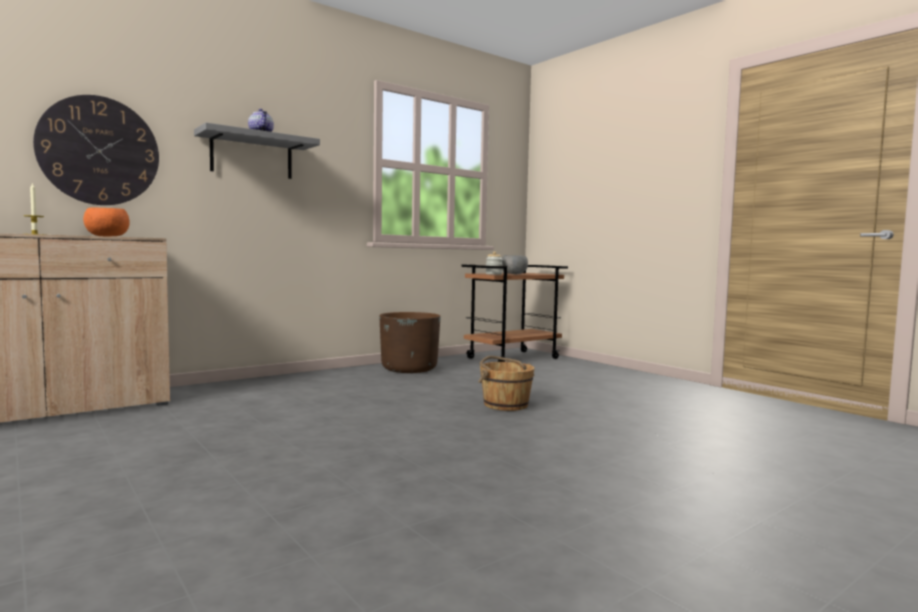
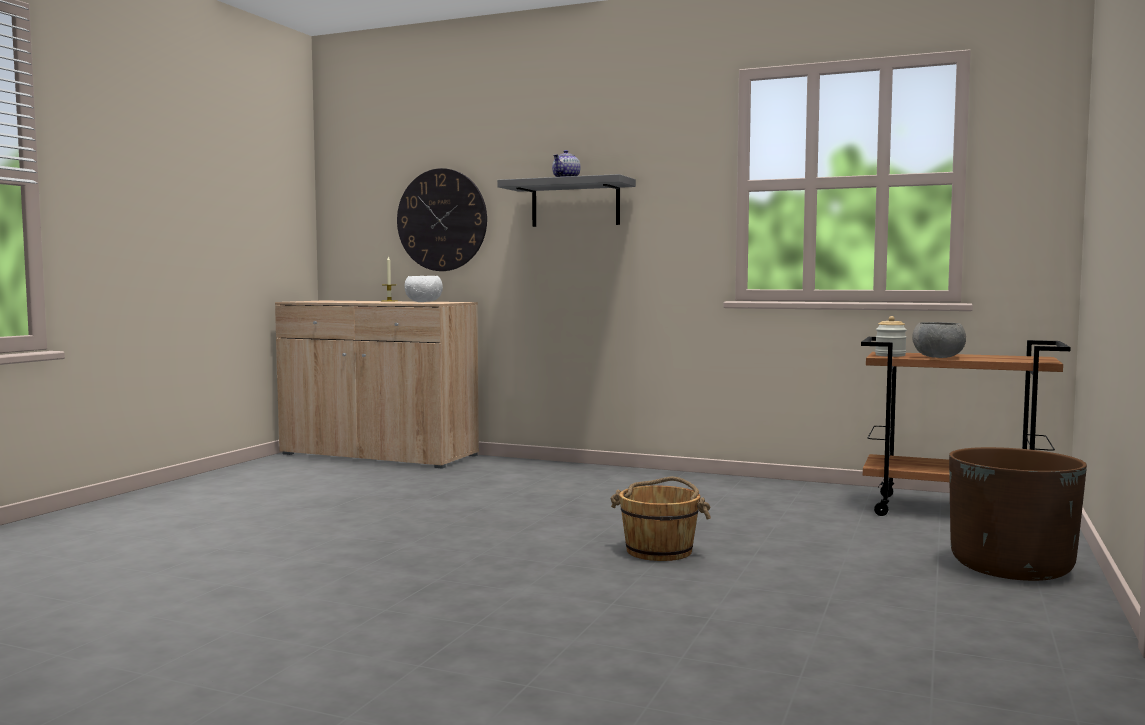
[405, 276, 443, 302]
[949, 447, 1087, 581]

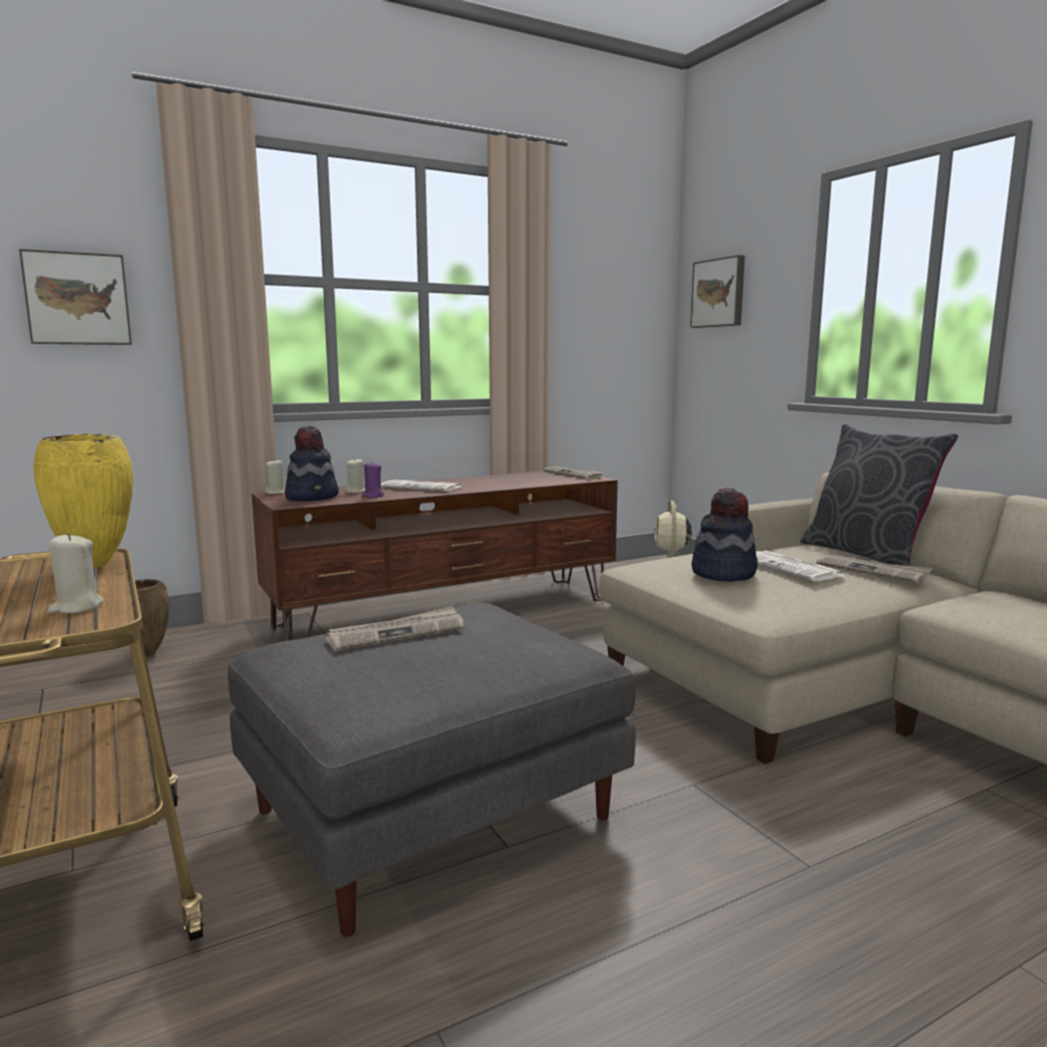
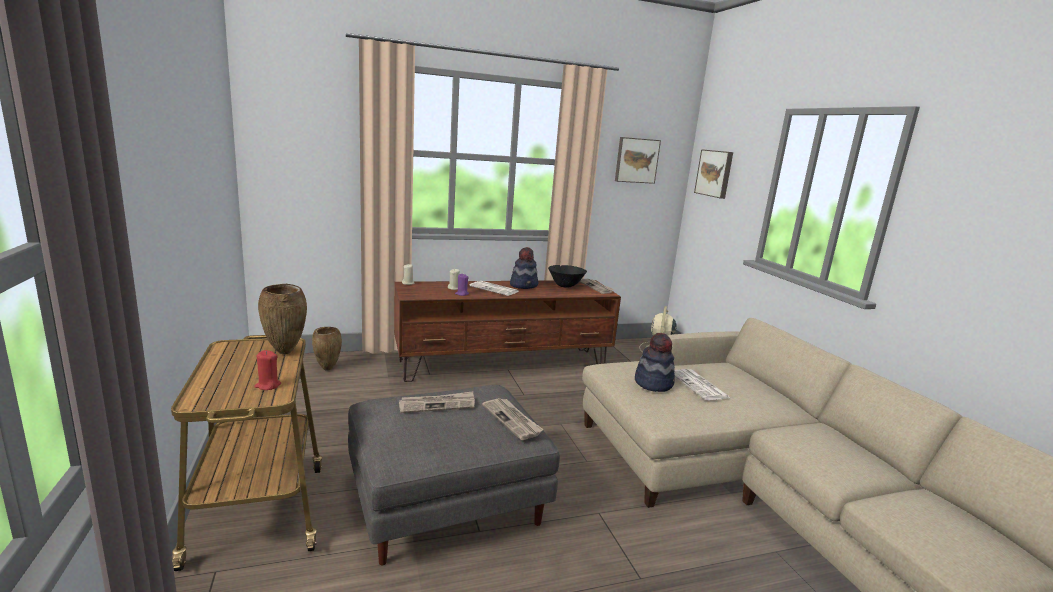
[254, 350, 281, 390]
[258, 284, 307, 354]
[482, 398, 544, 440]
[510, 247, 538, 289]
[548, 265, 587, 288]
[615, 137, 661, 184]
[801, 424, 958, 566] (first image)

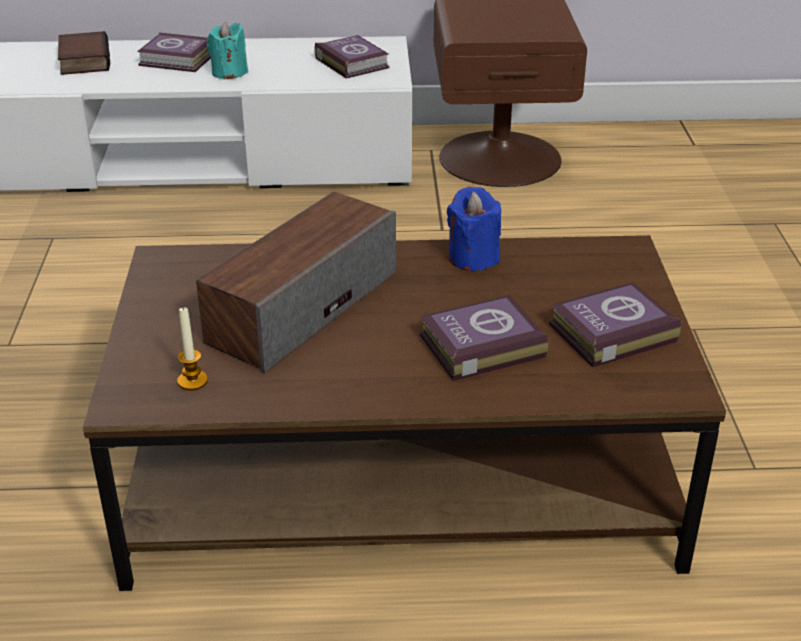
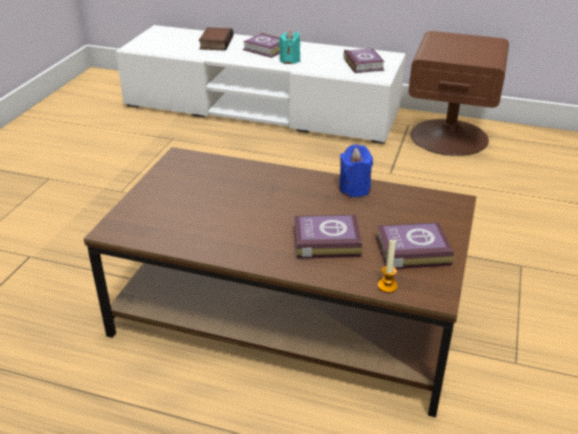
[378, 239, 398, 293]
[196, 192, 396, 373] (first image)

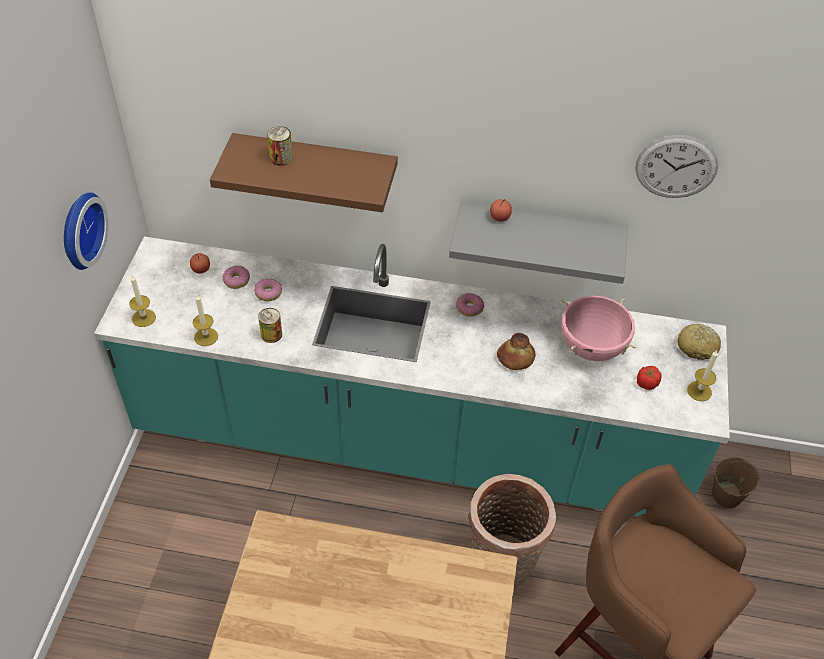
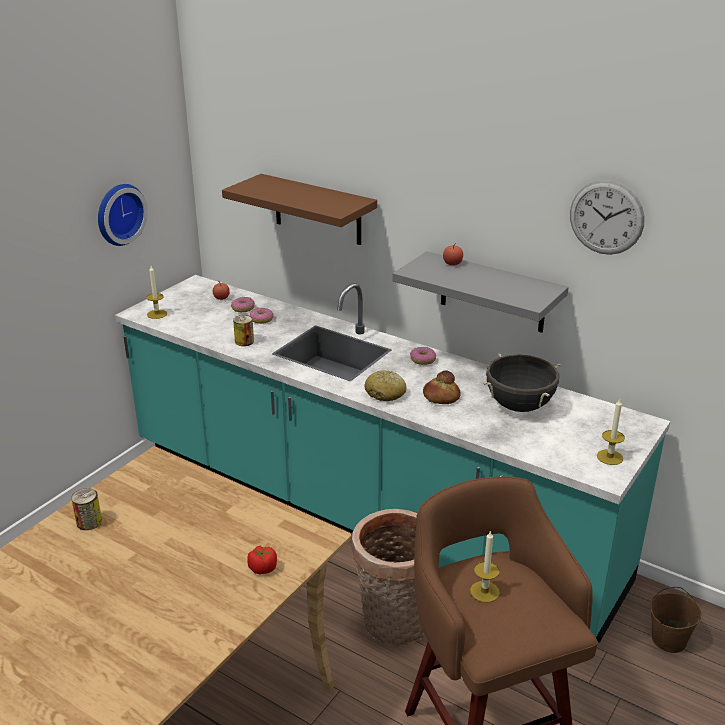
[71, 488, 102, 530]
[247, 546, 277, 574]
[365, 370, 406, 401]
[470, 530, 500, 603]
[483, 353, 561, 412]

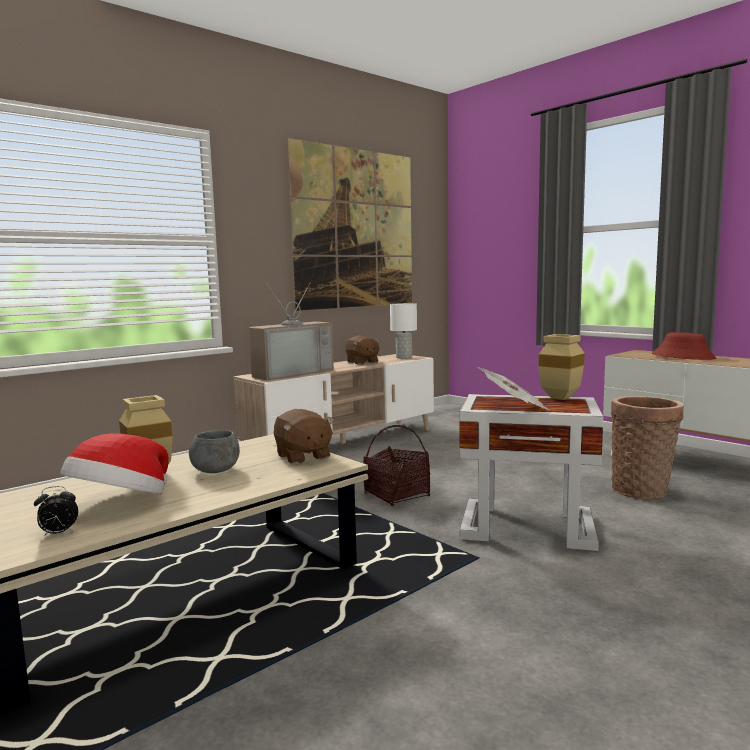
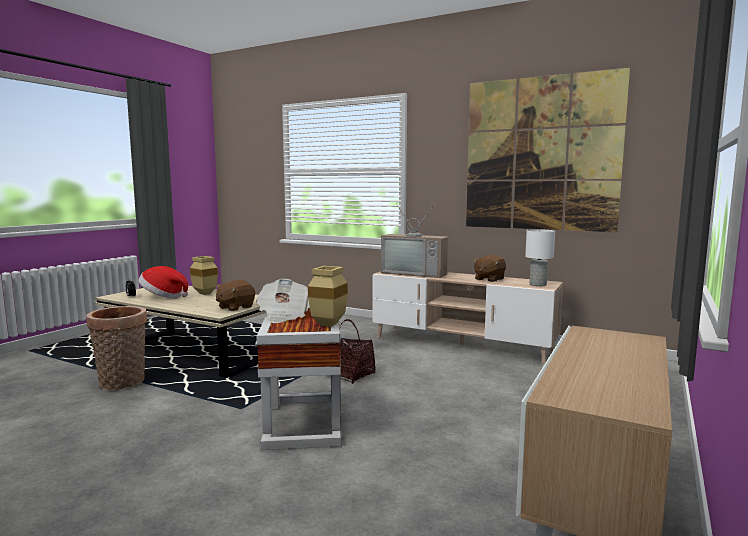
[87, 306, 147, 390]
[189, 430, 240, 473] (first image)
[652, 332, 716, 360] (first image)

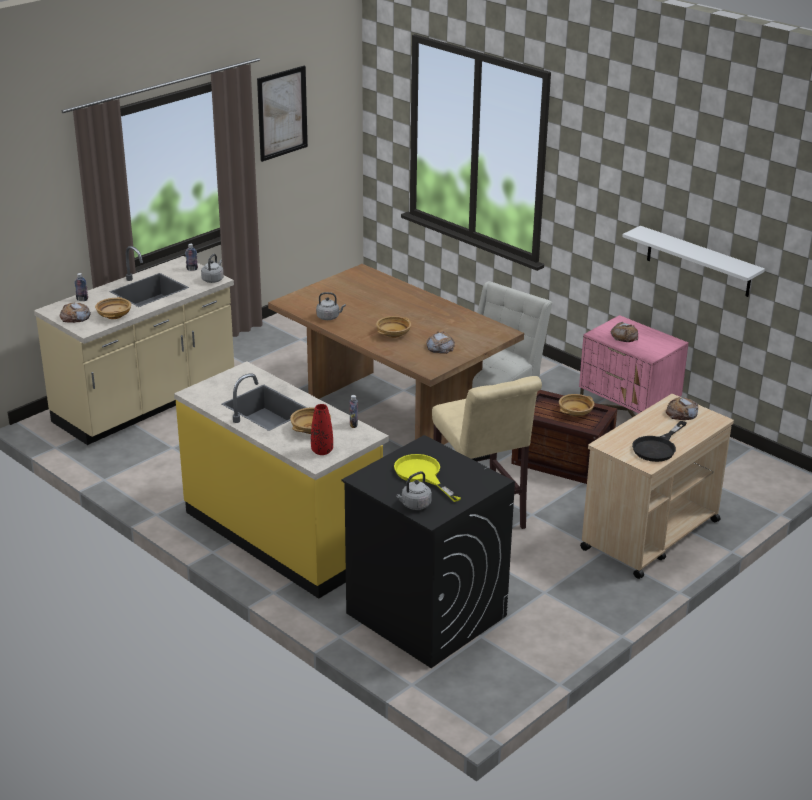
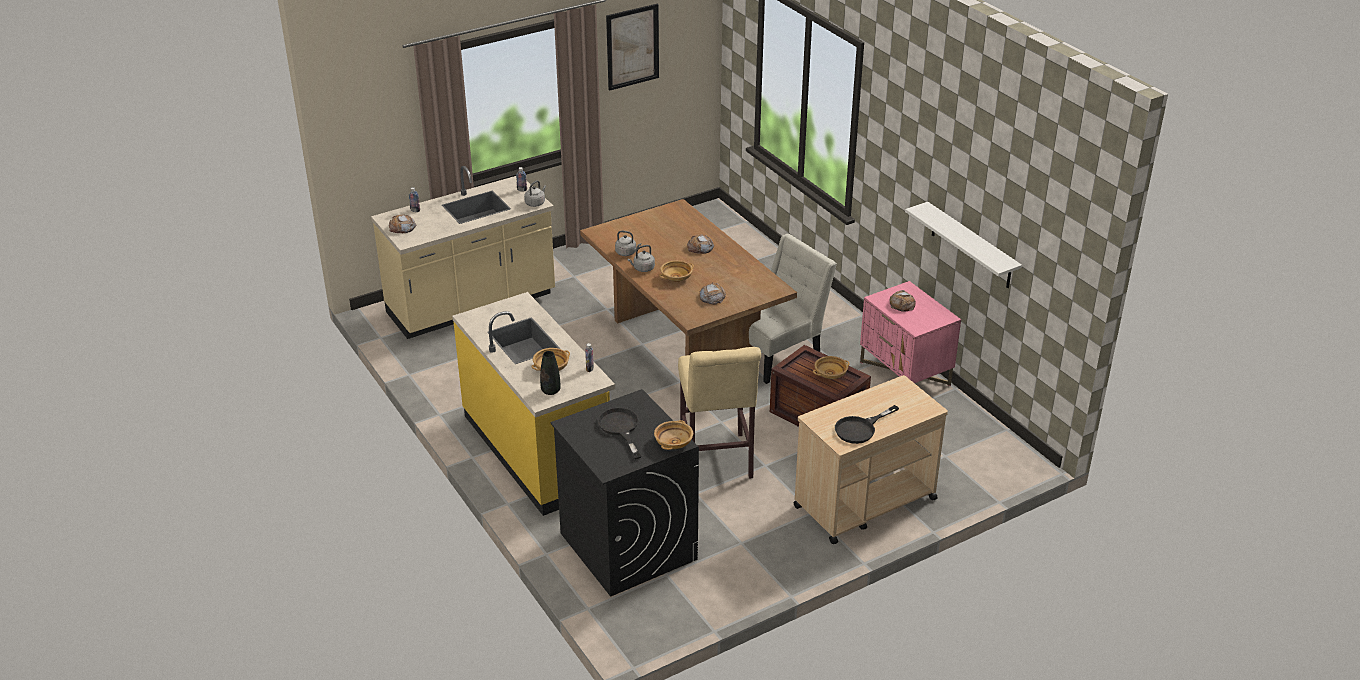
[540, 351, 561, 395]
[598, 407, 641, 459]
[627, 245, 655, 272]
[654, 420, 693, 450]
[687, 234, 714, 254]

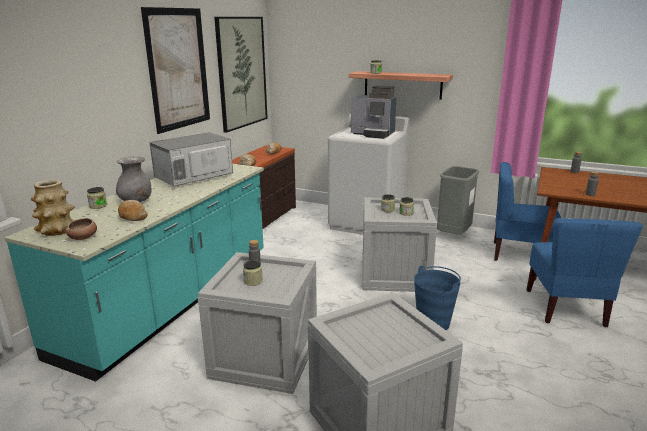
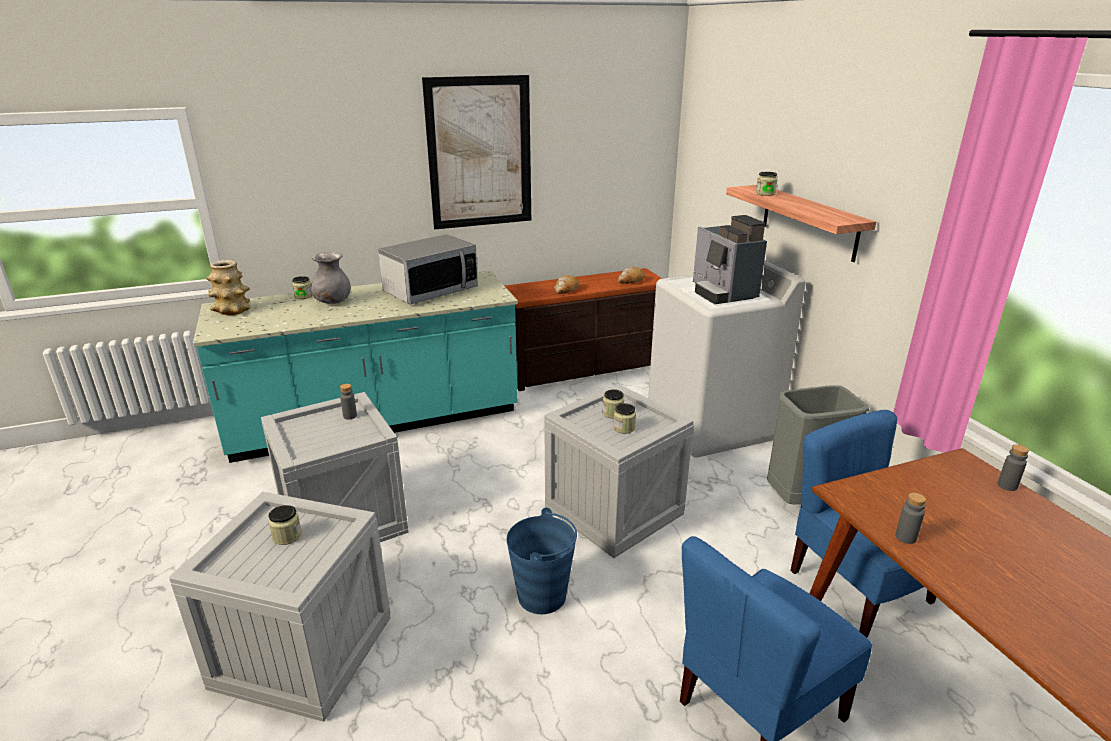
[268, 505, 302, 545]
[378, 234, 478, 304]
[65, 218, 97, 240] (first image)
[118, 200, 148, 221] (first image)
[214, 17, 268, 133] (first image)

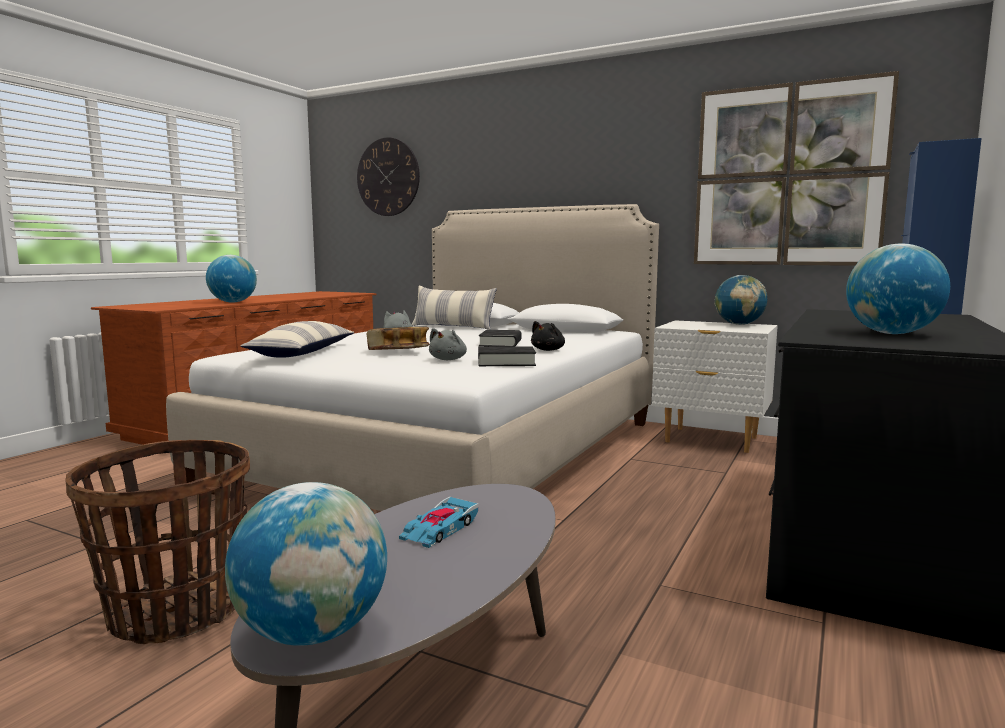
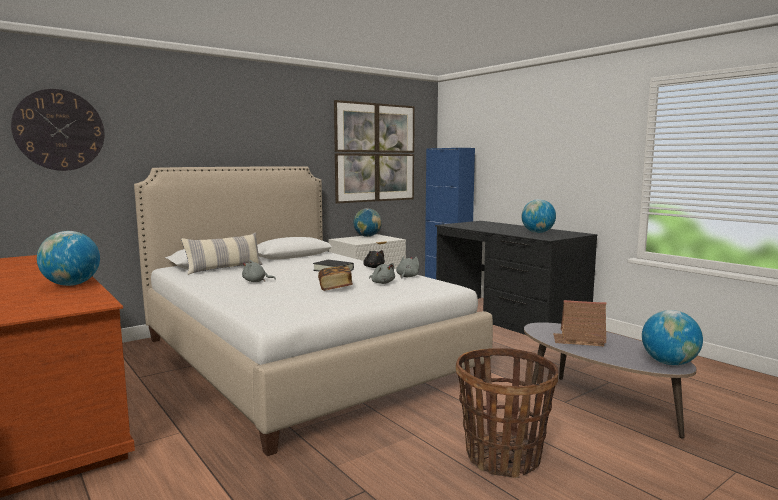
[396, 256, 419, 279]
[553, 300, 606, 347]
[241, 321, 354, 358] (first image)

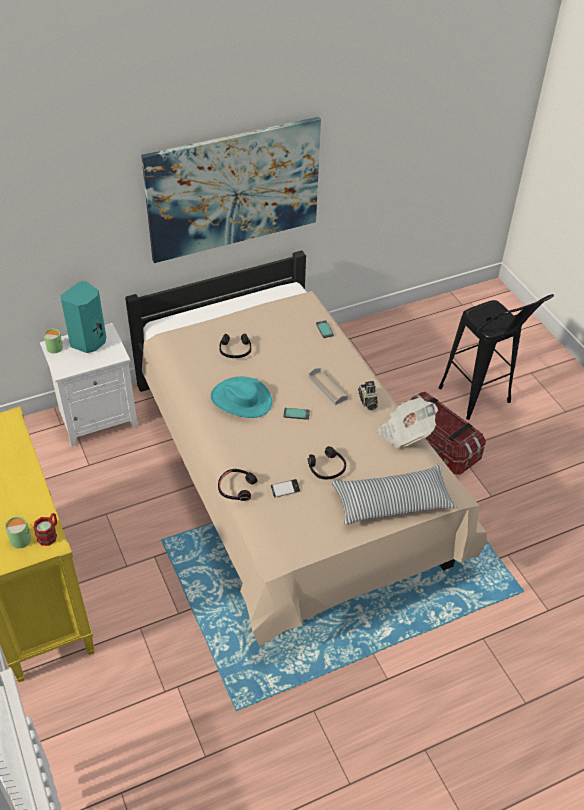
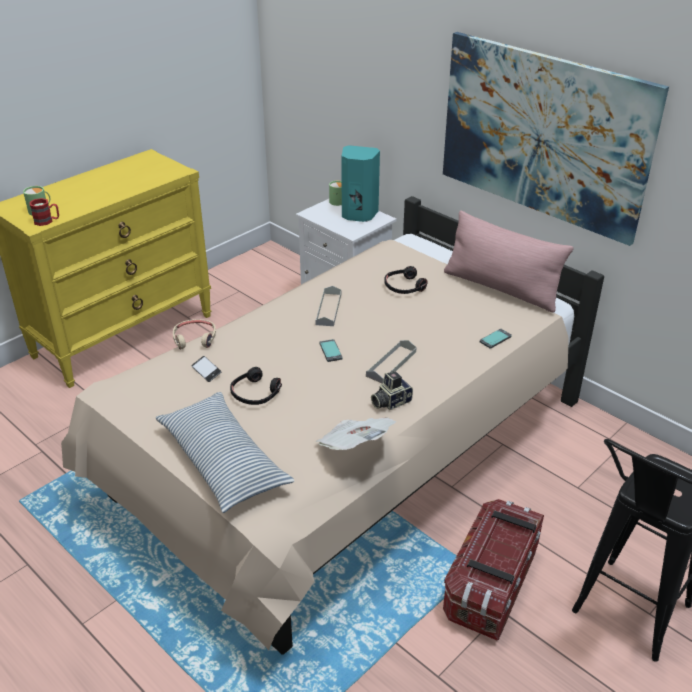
[173, 319, 216, 350]
[315, 286, 341, 326]
[444, 210, 574, 313]

